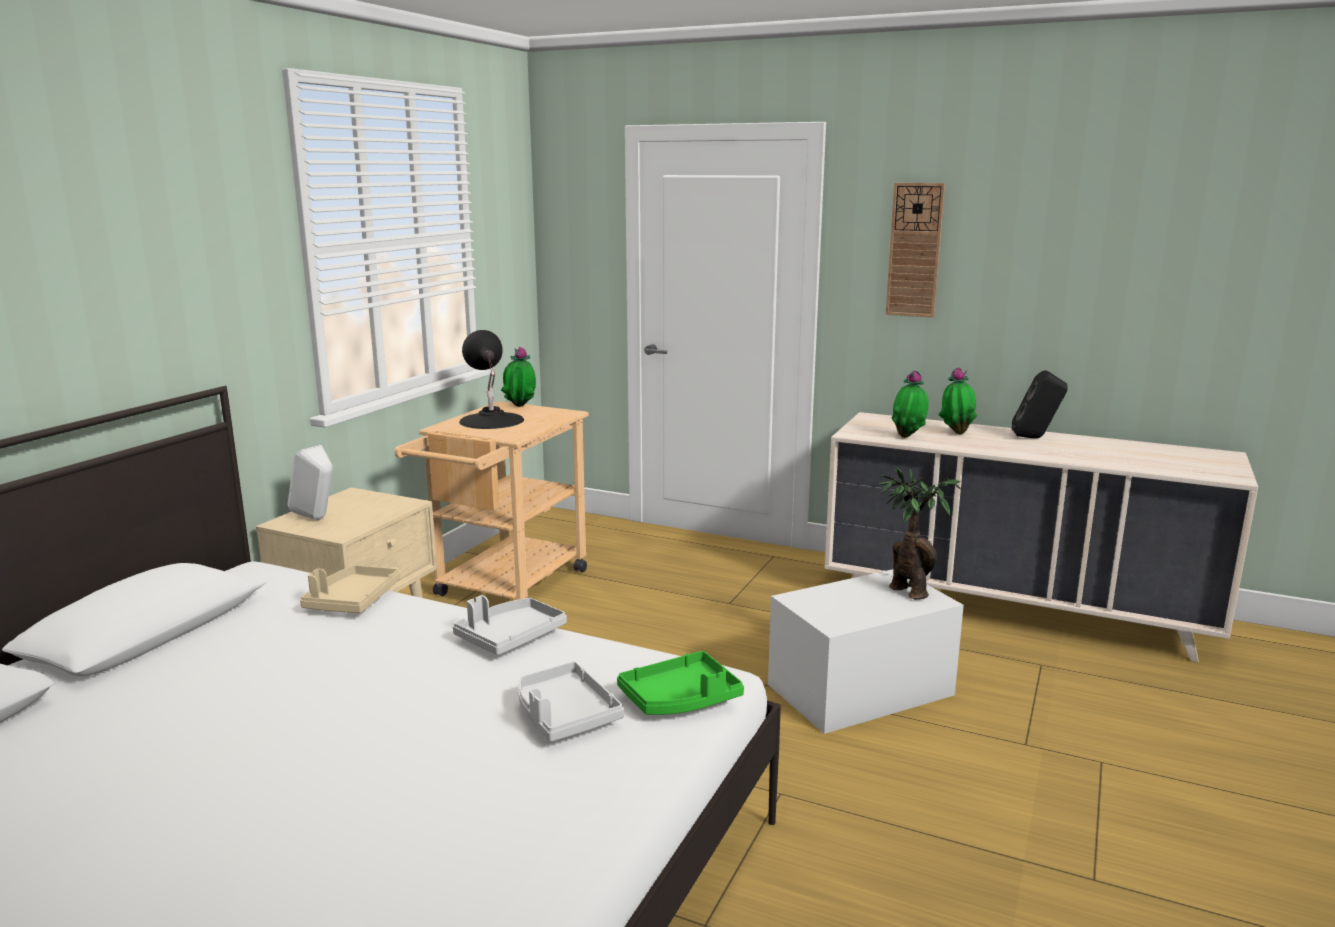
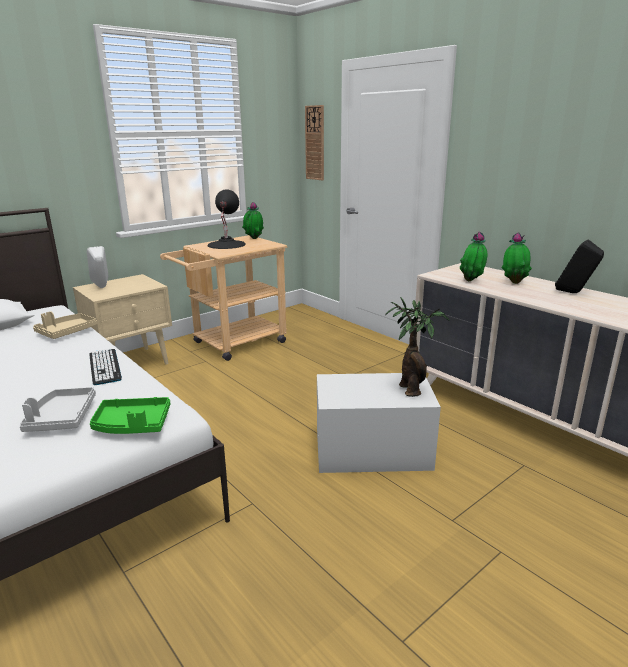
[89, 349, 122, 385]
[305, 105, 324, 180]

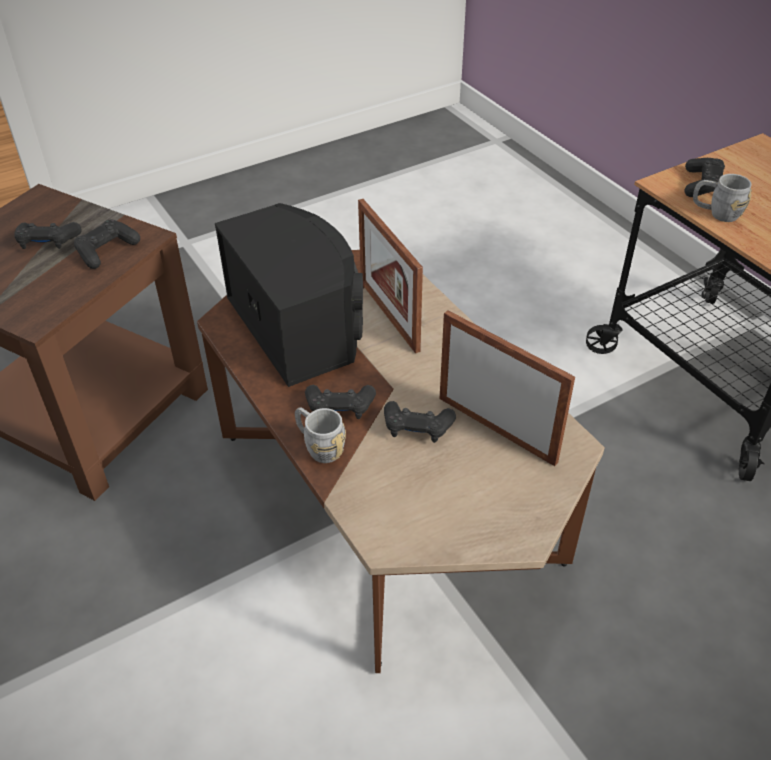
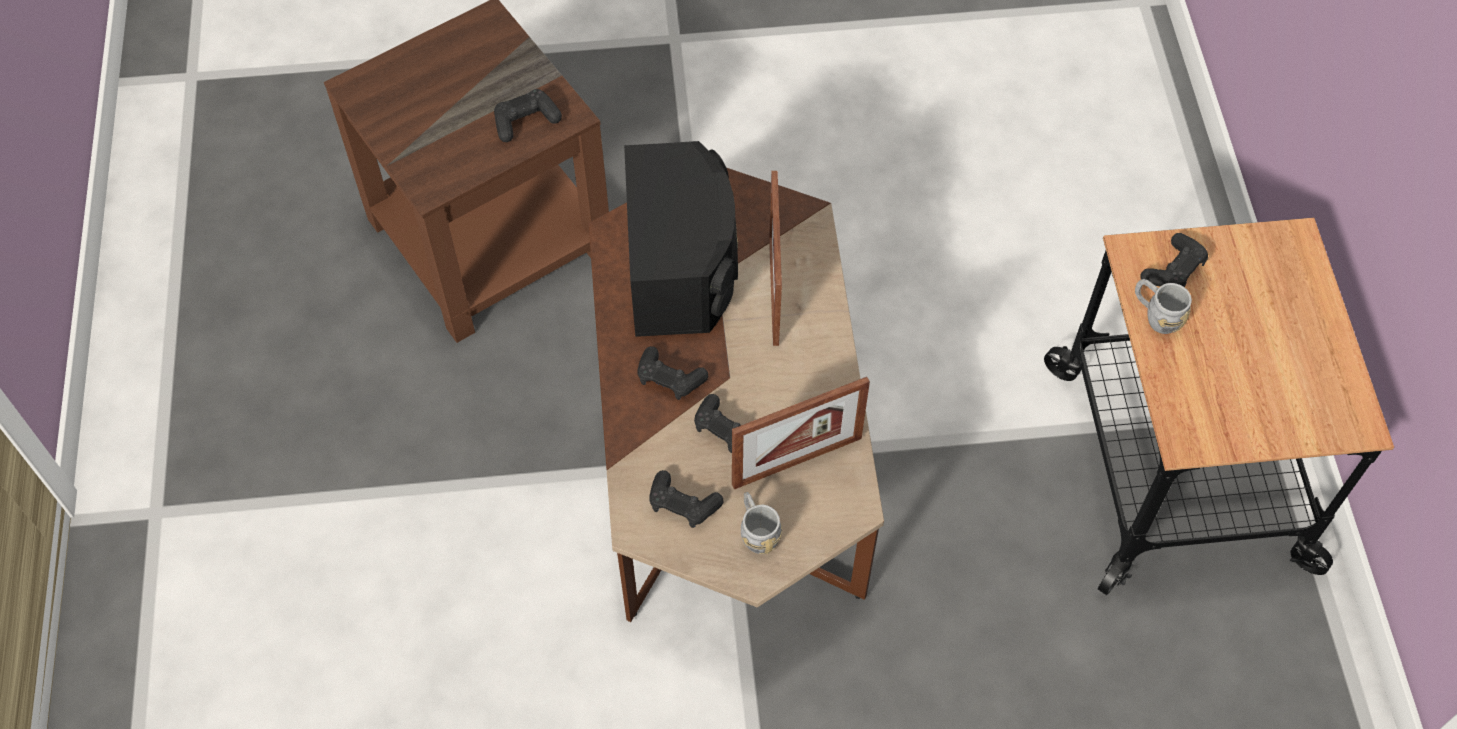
[649, 470, 723, 528]
[732, 377, 870, 489]
[741, 492, 782, 554]

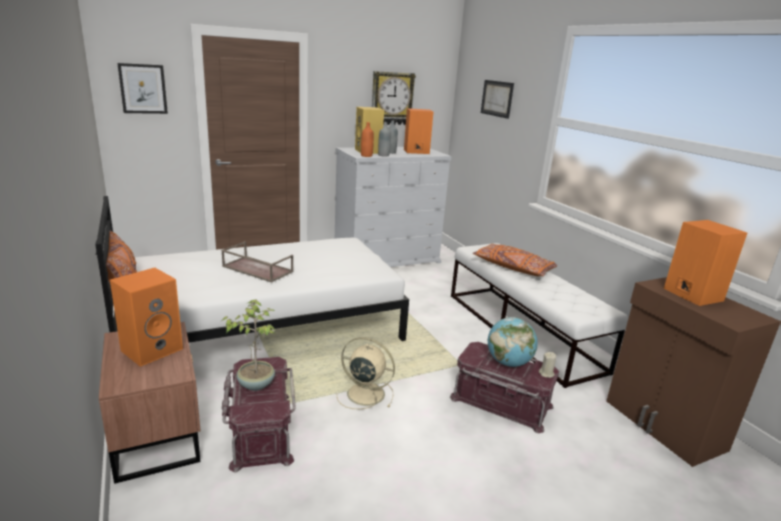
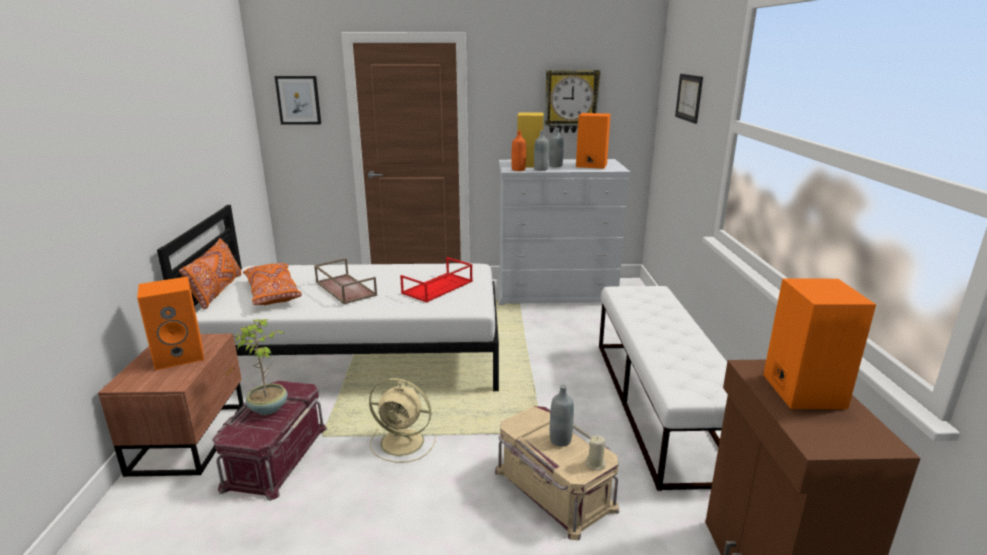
[243, 263, 302, 305]
[369, 378, 436, 462]
[400, 257, 473, 303]
[495, 406, 619, 540]
[550, 385, 574, 446]

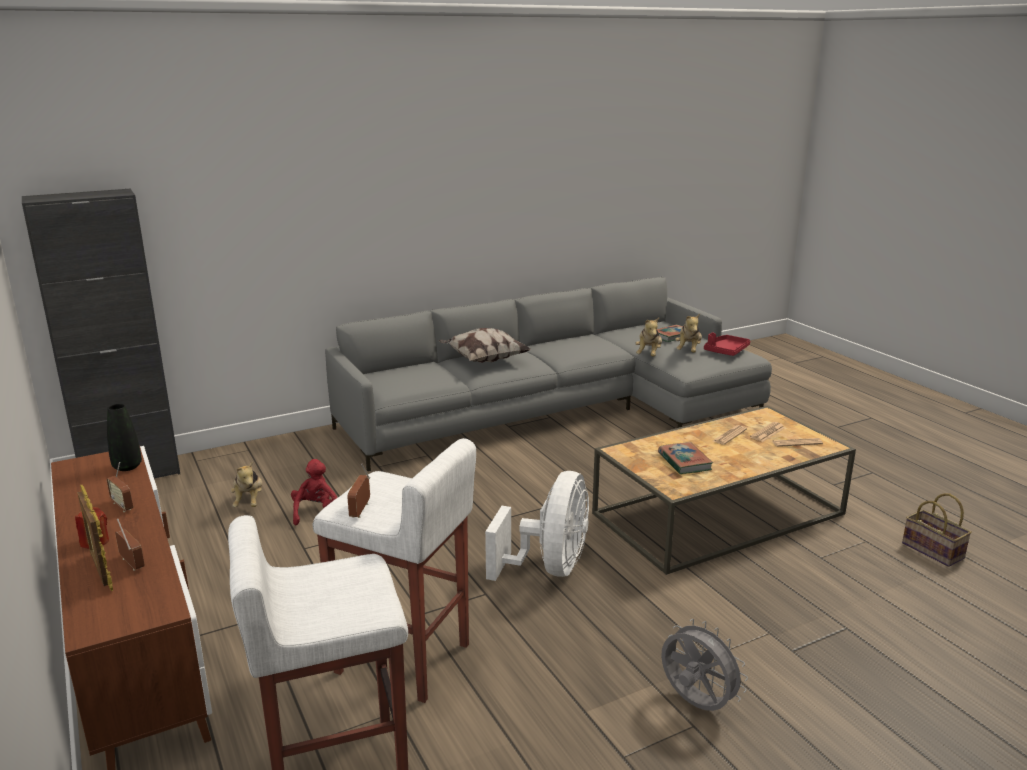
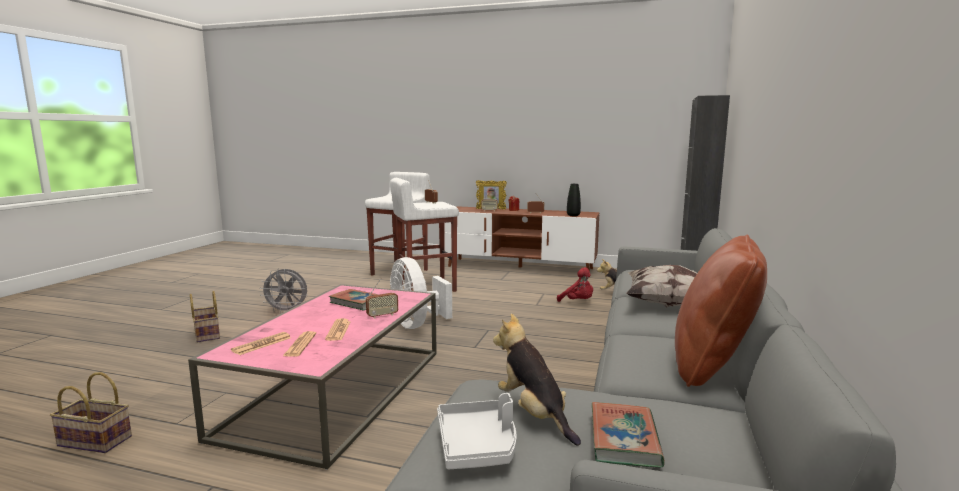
[188, 284, 437, 470]
[190, 291, 220, 343]
[366, 278, 398, 319]
[437, 393, 517, 469]
[675, 235, 767, 387]
[636, 317, 662, 357] (first image)

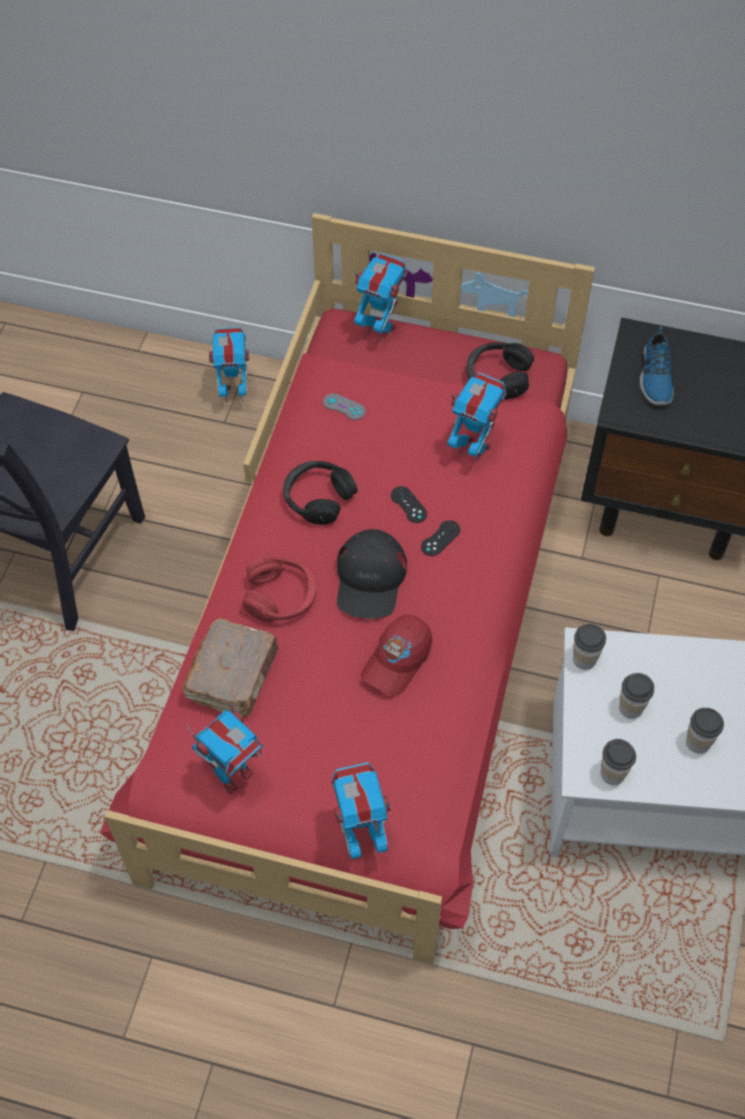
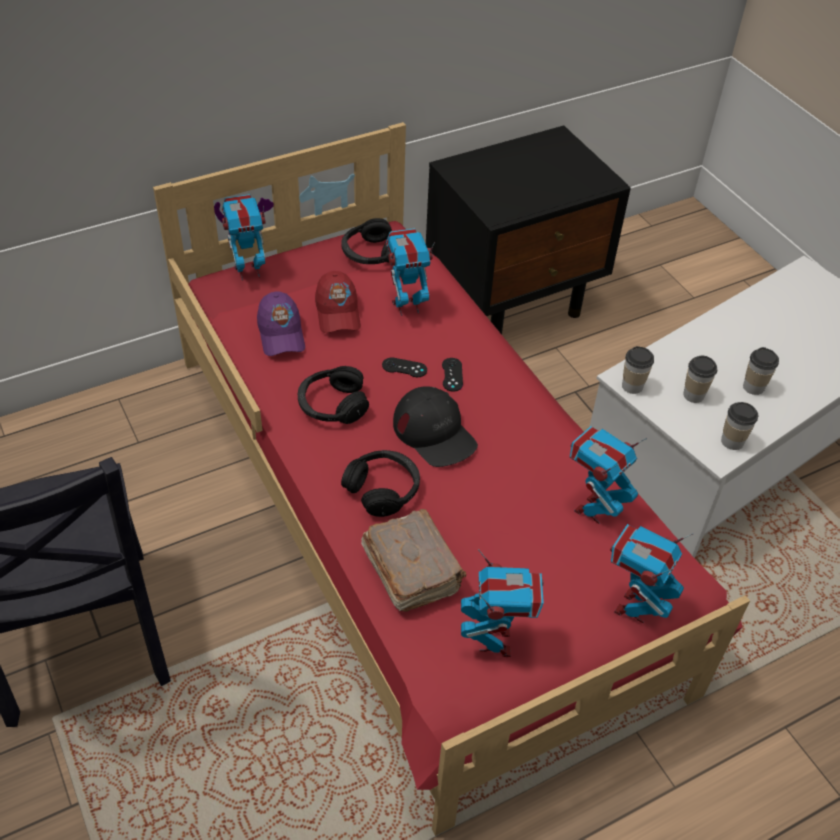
[257, 292, 305, 356]
[315, 271, 361, 333]
[341, 450, 420, 517]
[570, 426, 647, 524]
[640, 327, 674, 405] (first image)

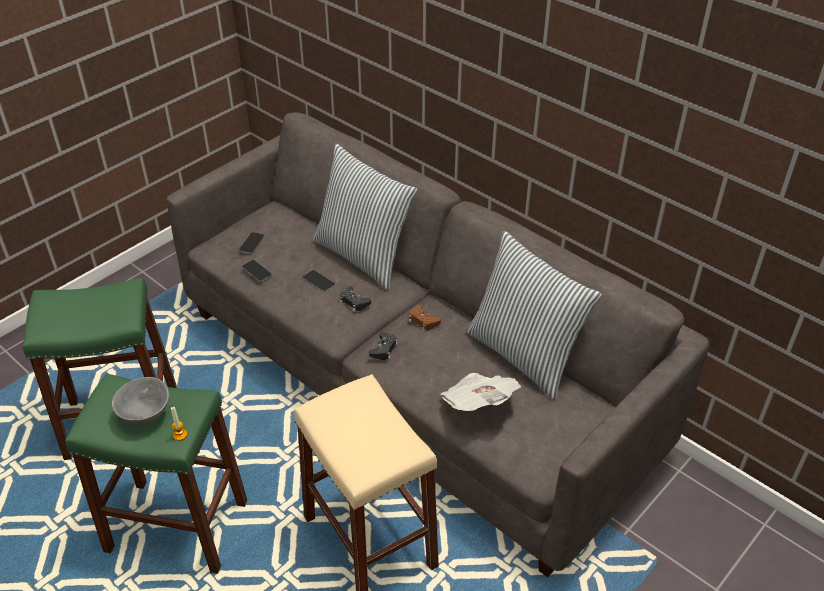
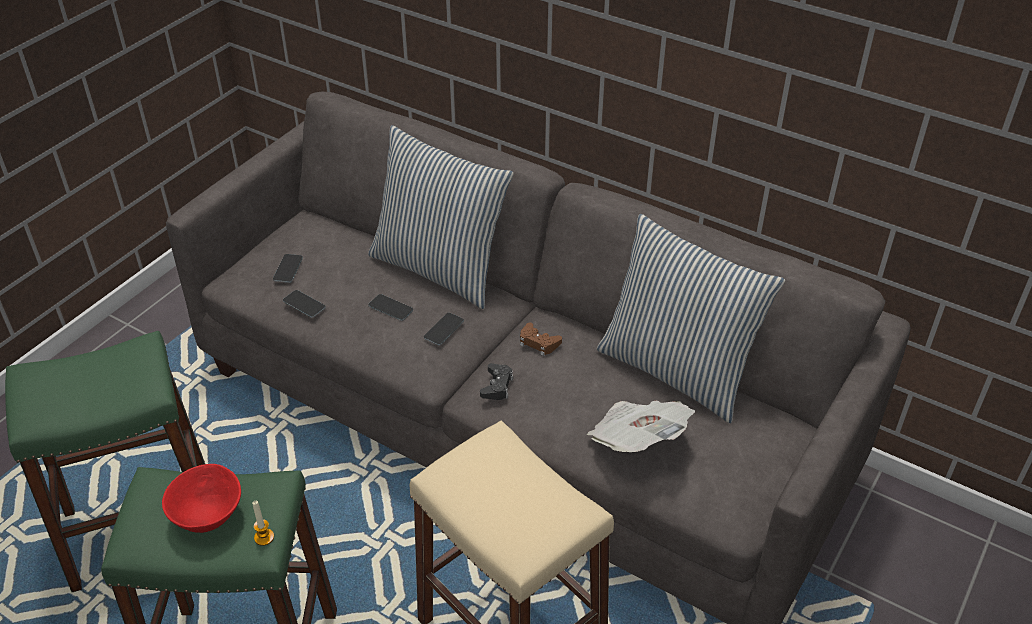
[162, 464, 241, 533]
[424, 313, 464, 345]

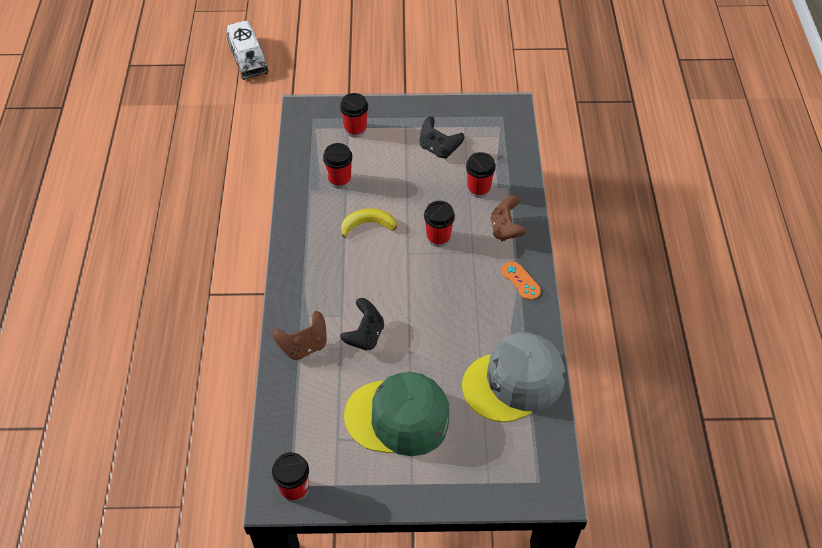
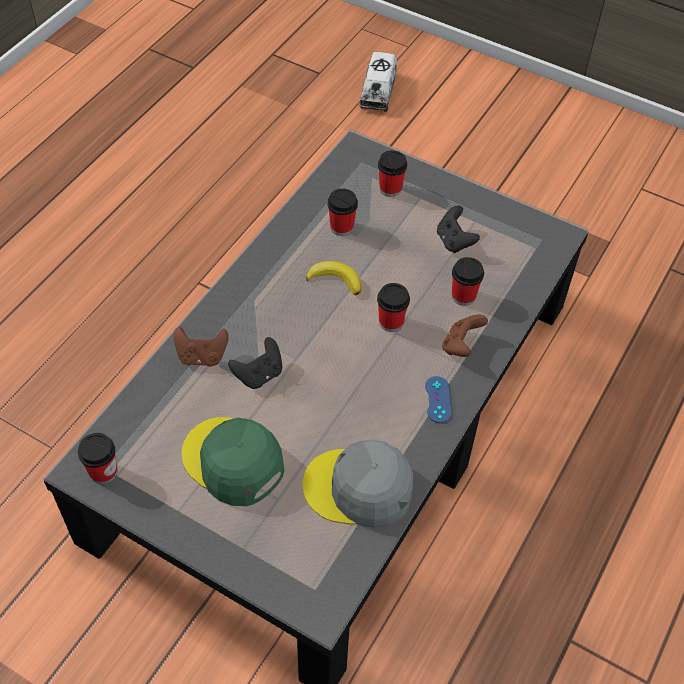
[425, 376, 452, 423]

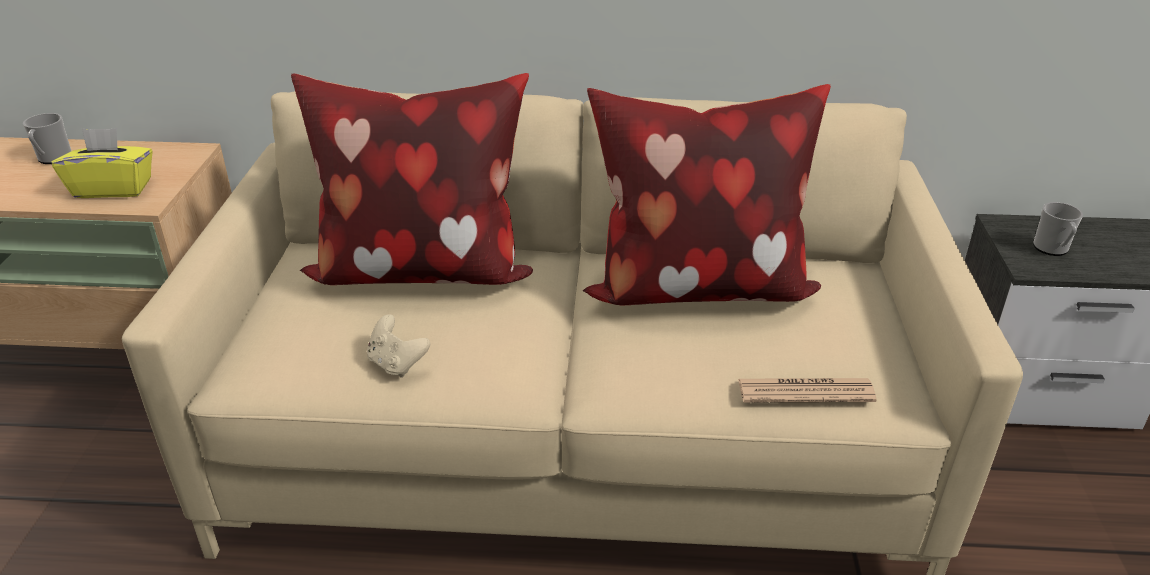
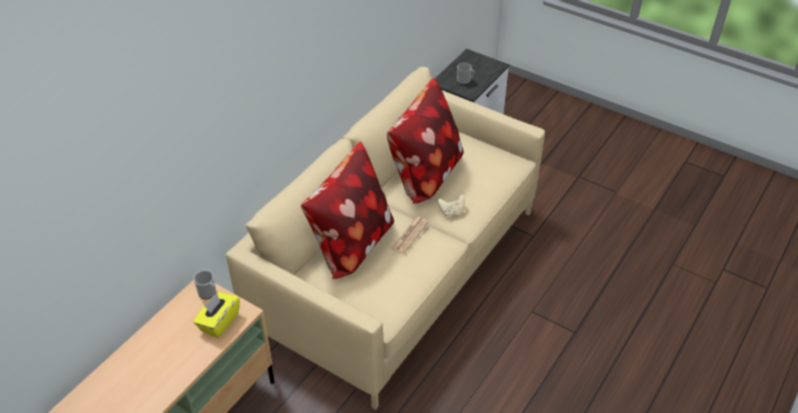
[193, 270, 216, 299]
[391, 217, 428, 254]
[438, 194, 465, 216]

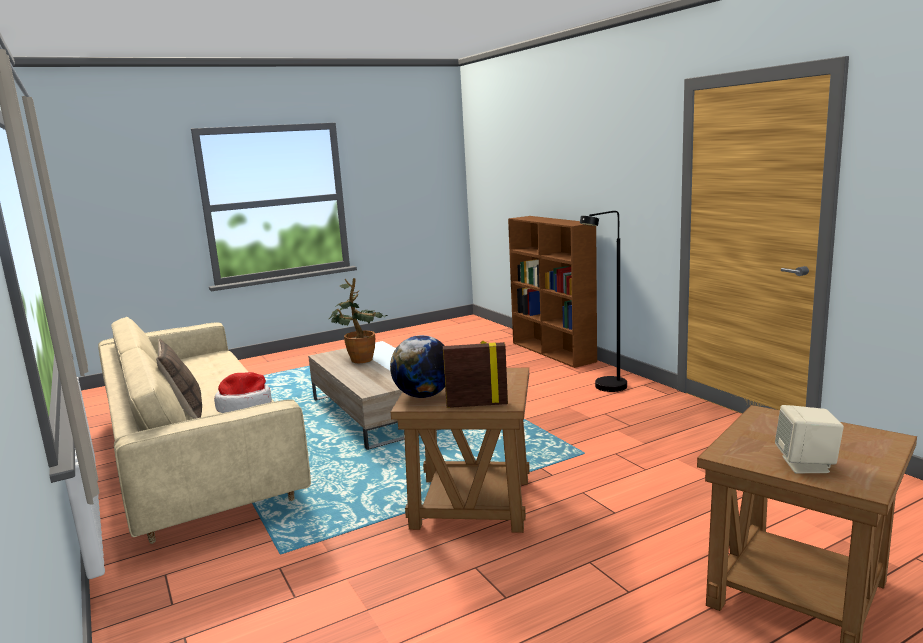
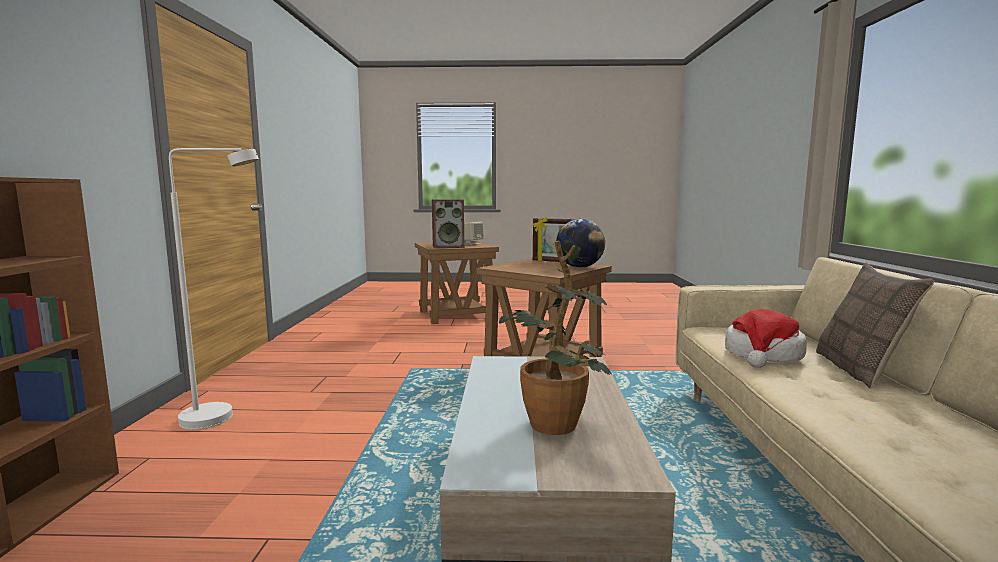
[169, 148, 259, 430]
[432, 199, 464, 248]

